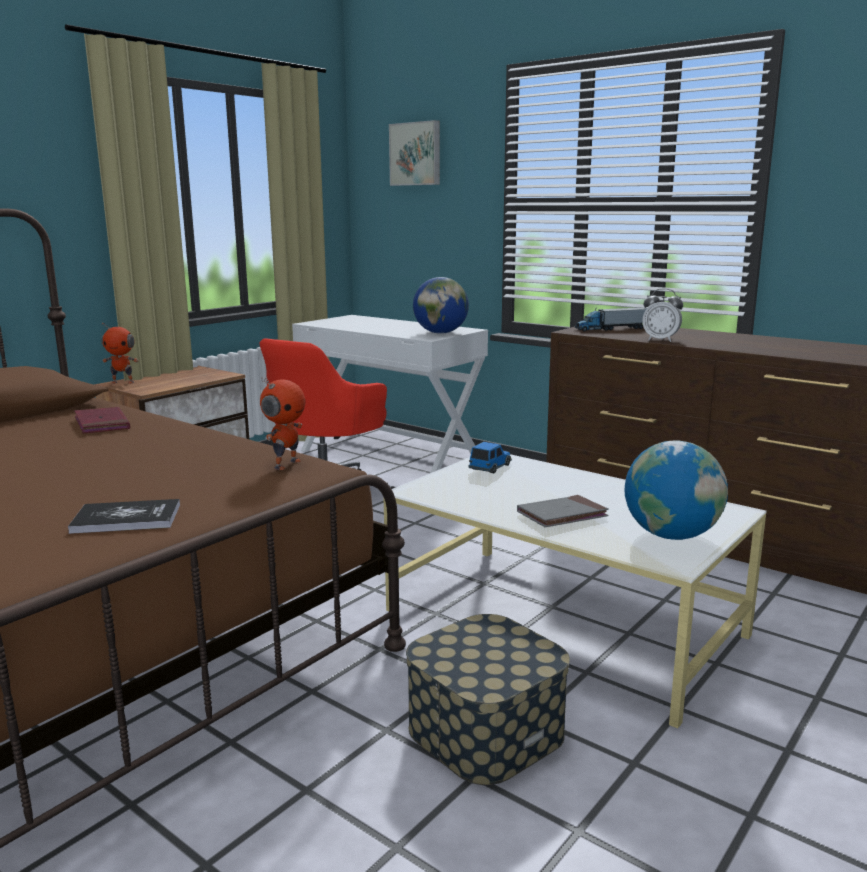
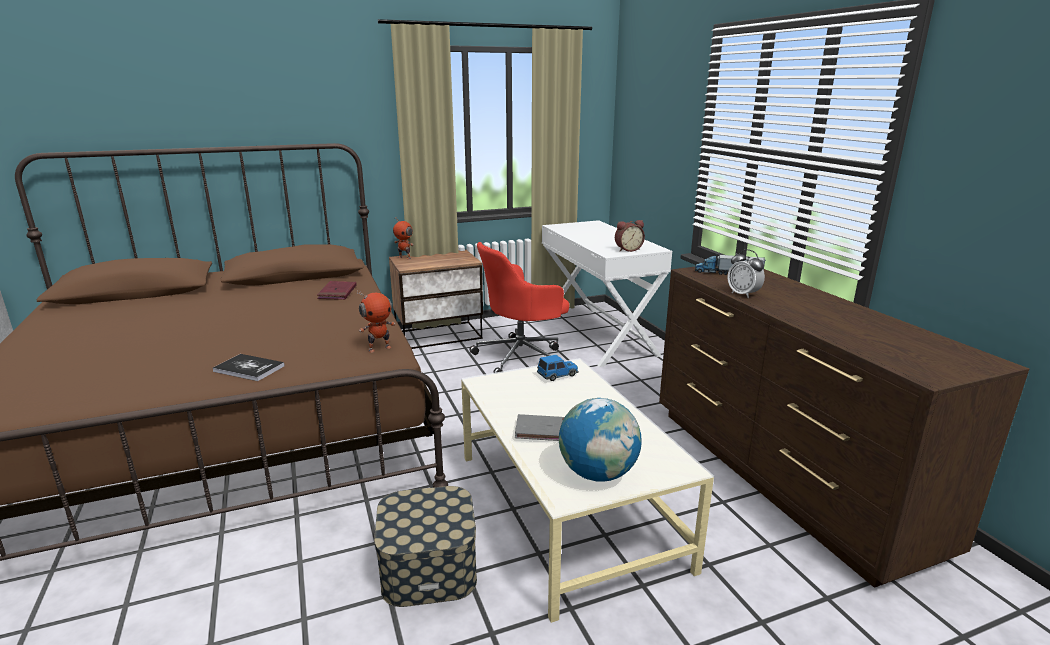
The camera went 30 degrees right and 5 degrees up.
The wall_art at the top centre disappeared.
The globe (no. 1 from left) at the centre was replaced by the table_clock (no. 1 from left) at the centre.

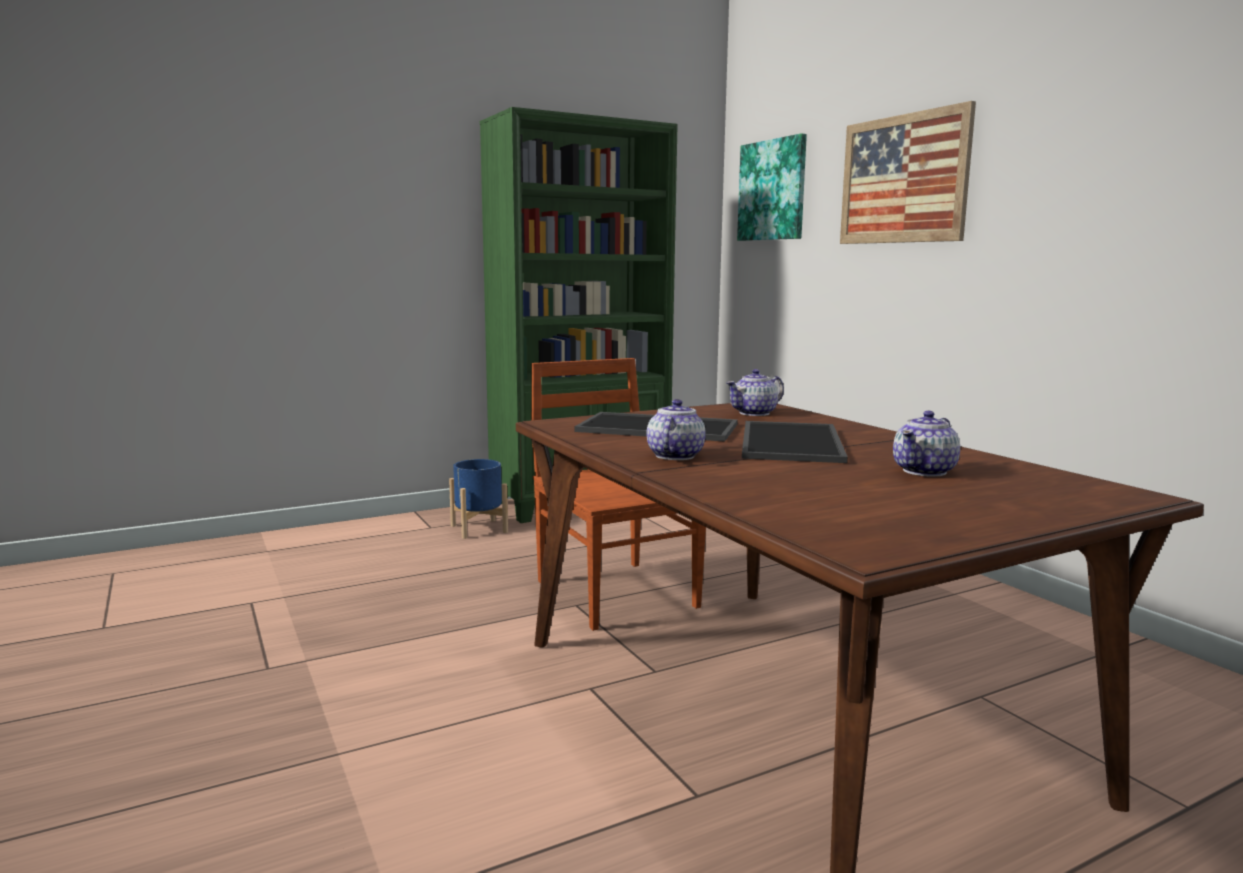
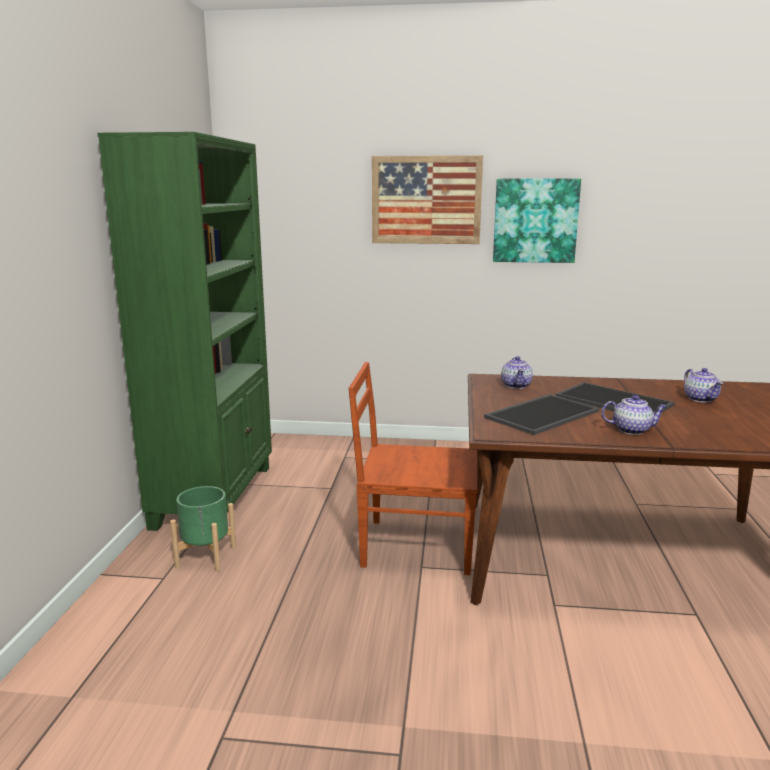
The camera went 55 degrees left and 5 degrees up.
The wall_art (no. 1 from left in the first image) moved from the top centre to the top right.
The pot_for_tea (no. 1 from left in the first image) at the centre turned 135 degrees clockwise.
The blue-coloured_flower_pot at the centre became the green_flower_pot at the bottom left.

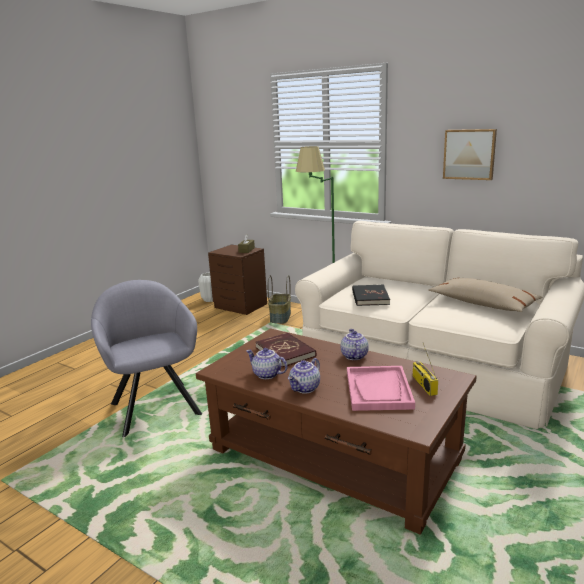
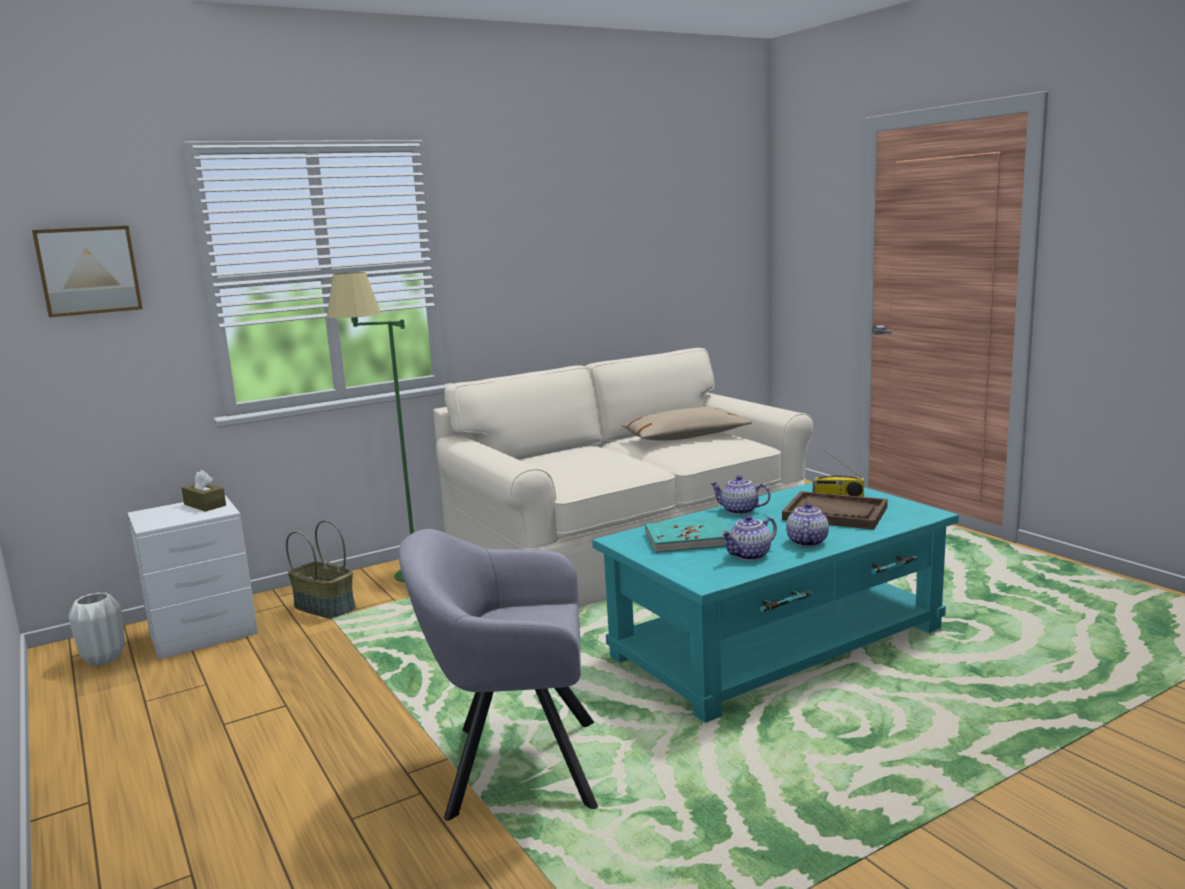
The camera went 65 degrees left and 5 degrees down.
The wall_art moved from the top right to the top left.
The brown-coloured_night_table at the centre became the whitish_night_table at the middle left.
The black-coloured_bound_book at the centre disappeared.
The brown-coloured_low_table at the bottom centre became the turquoise-coloured_low_table at the bottom centre.
The reddish_bound_book at the centre became the turquoise-coloured_bound_book at the centre.
The pot_for_tea (no. 2 from left in the first image) at the centre turned 135 degrees counterclockwise.
The pinkish_carrying_tray at the centre became the brown-coloured_carrying_tray at the middle right.

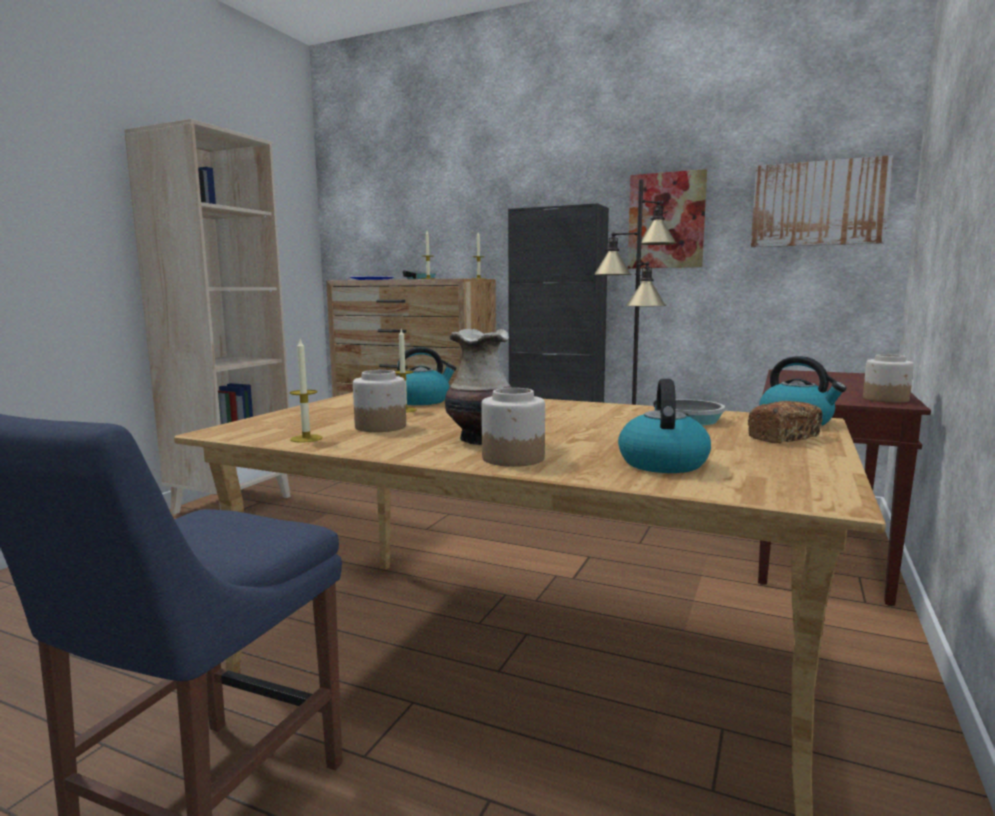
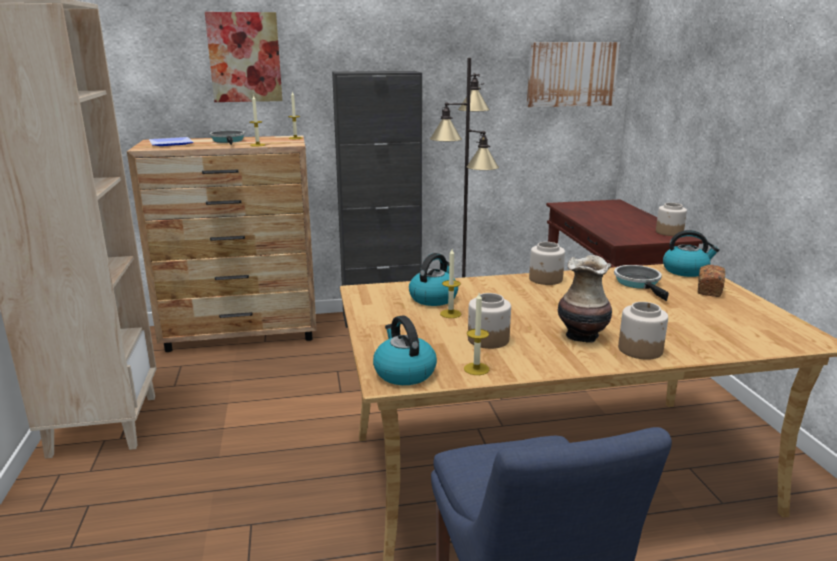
The camera went 35 degrees left and 10 degrees up.
The wall_art (no. 1 from left) moved from the top right to the top left.
The tea_kettle (no. 2 from left in the first image) moved from the middle right to the centre.
The storage_jar (no. 2 from left) at the centre appeared.

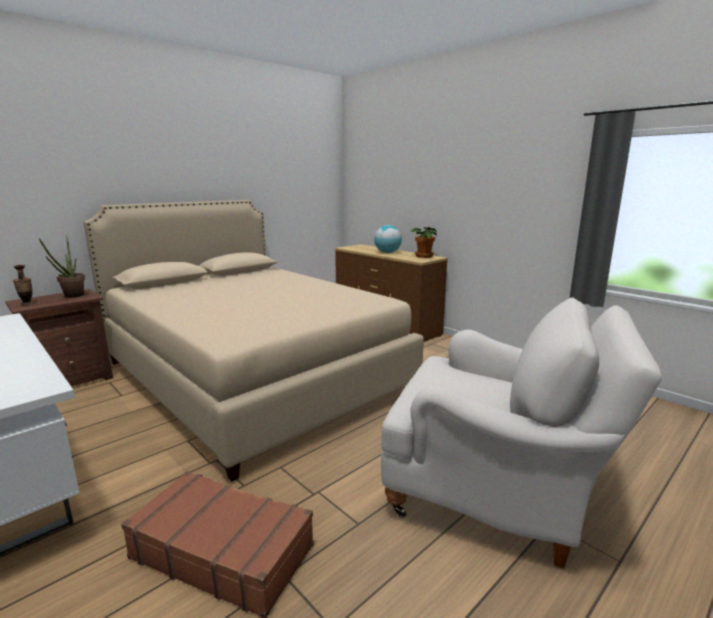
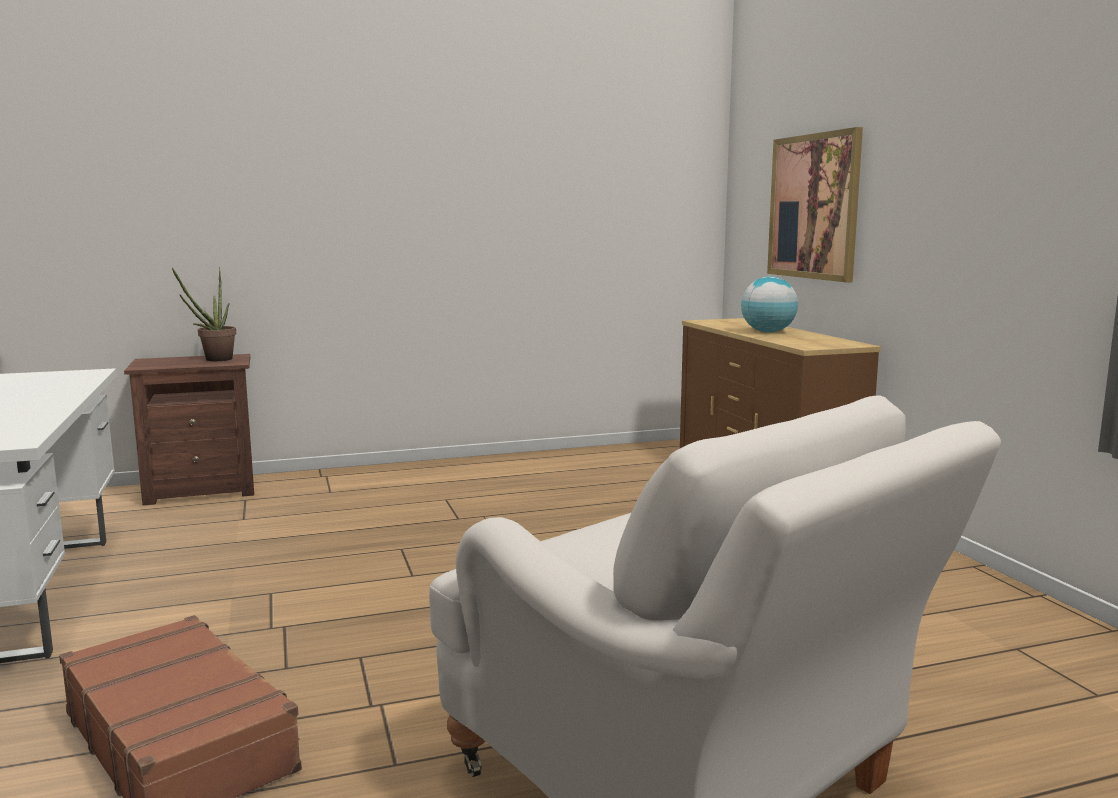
The camera went 25 degrees right and 5 degrees down.
The sand-coloured_bedroom_bed at the centre disappeared.
The potted_plant (no. 2 from left) at the centre disappeared.
The flower_vase at the middle left disappeared.
The wall_art at the top right appeared.

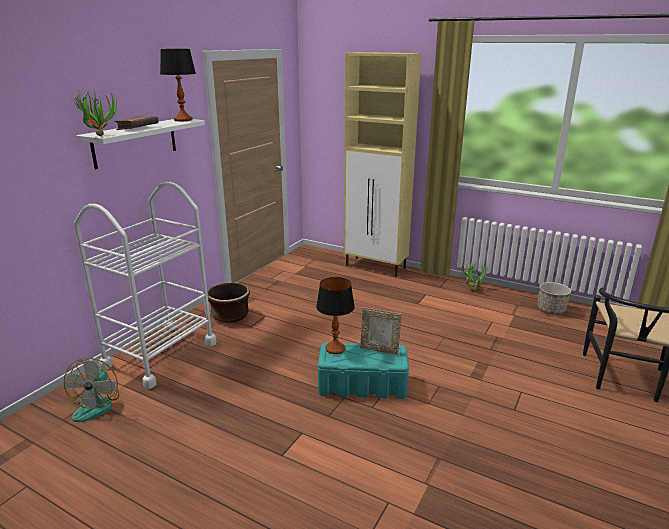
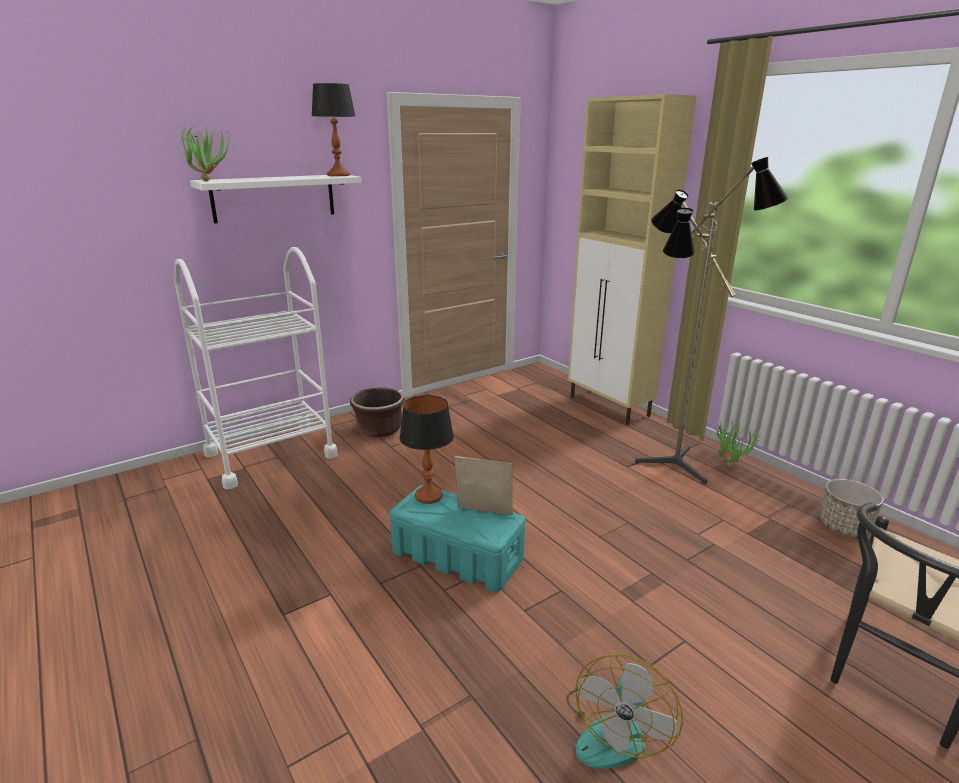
The camera went 25 degrees right and 0 degrees up.
The brown-coloured_bound_book at the top left disappeared.
The photo_frame at the centre turned 150 degrees clockwise.
The cooling_fan moved from the bottom left to the bottom centre.
The floor_lamp at the middle right appeared.

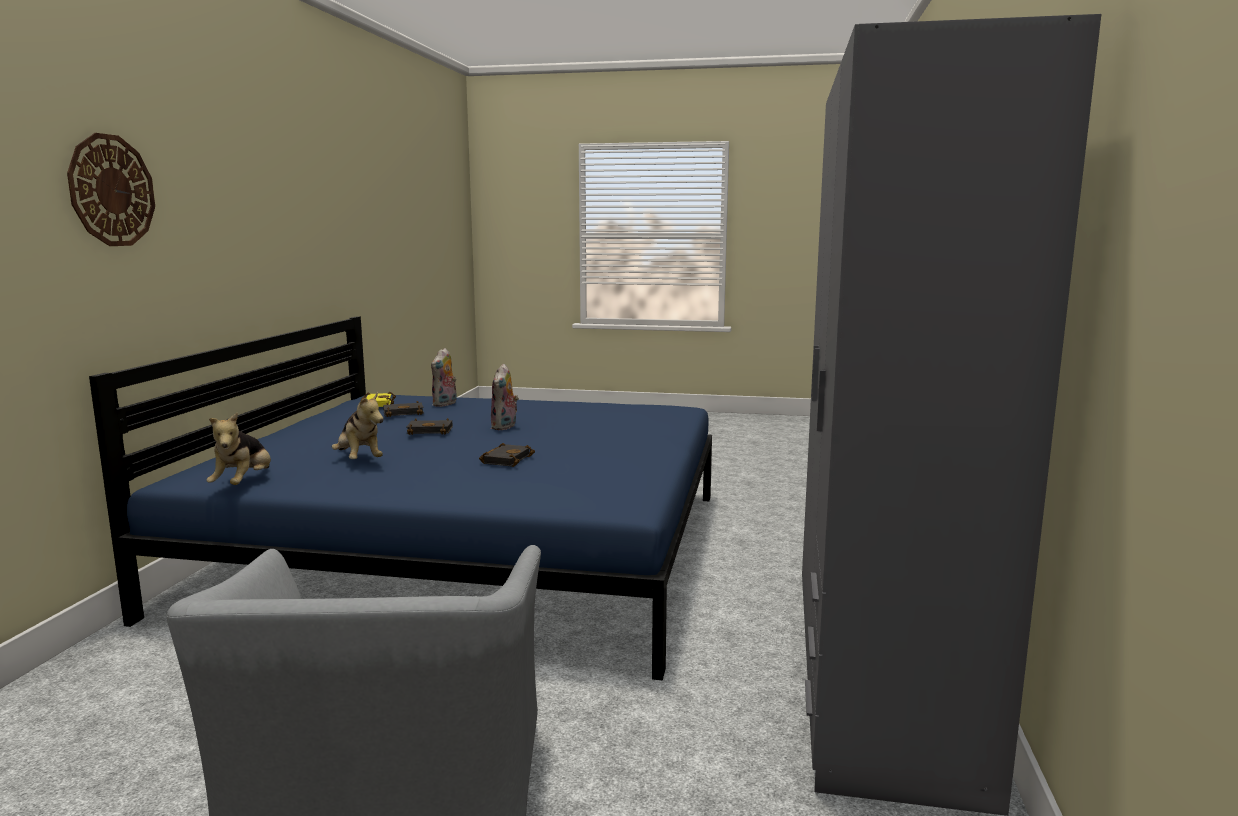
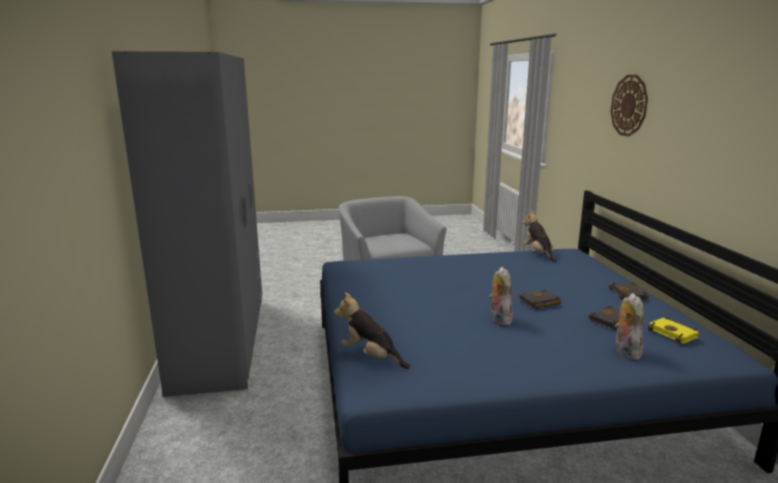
The camera went 160 degrees right and 5 degrees up.
The cuddly_toy (no. 2 from left in the first image) moved from the middle left to the bottom centre.
The black-coloured_bound_book (no. 3 from left) moved from the centre to the middle right.

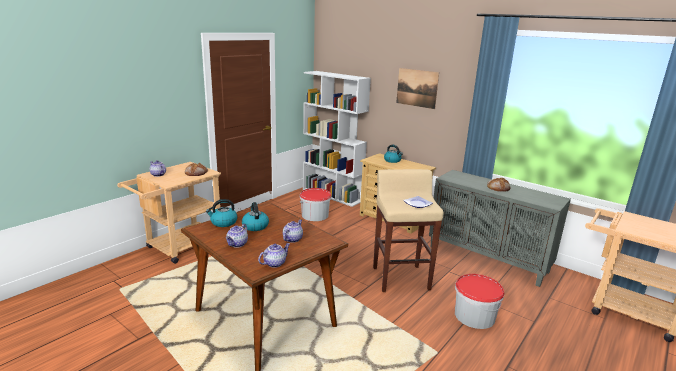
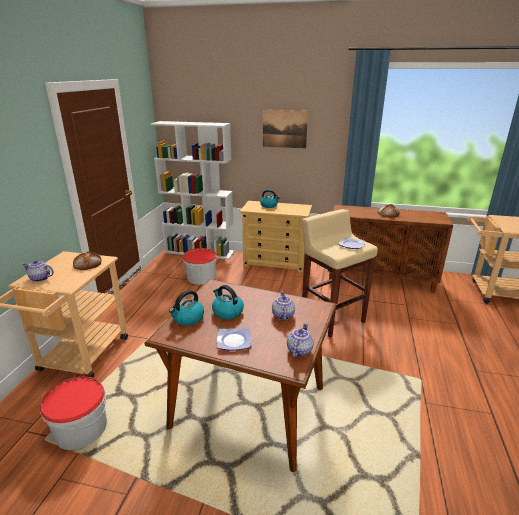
The camera went 25 degrees left and 5 degrees up.
The grey_cabinet at the middle right became the brown-coloured_cabinet at the middle right.
The pot_for_tea (no. 2 from left) at the centre was replaced by the plate (no. 1 from left) at the centre.
The water_bucket (no. 2 from left in the first image) moved from the bottom right to the bottom left.

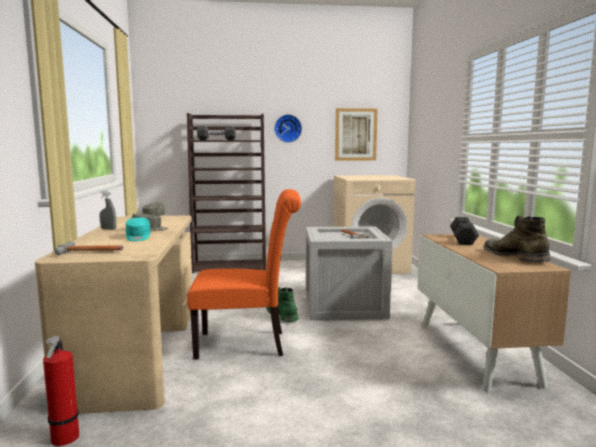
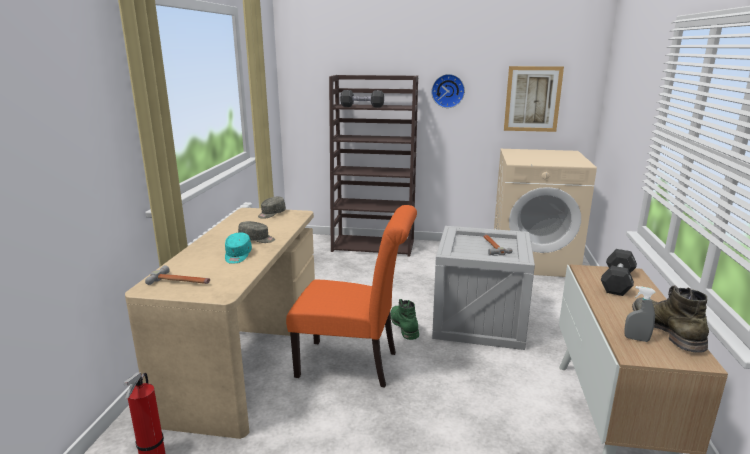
The camera went 15 degrees right and 10 degrees up.
The grey_hand_sprayer moved from the middle left to the bottom right.

